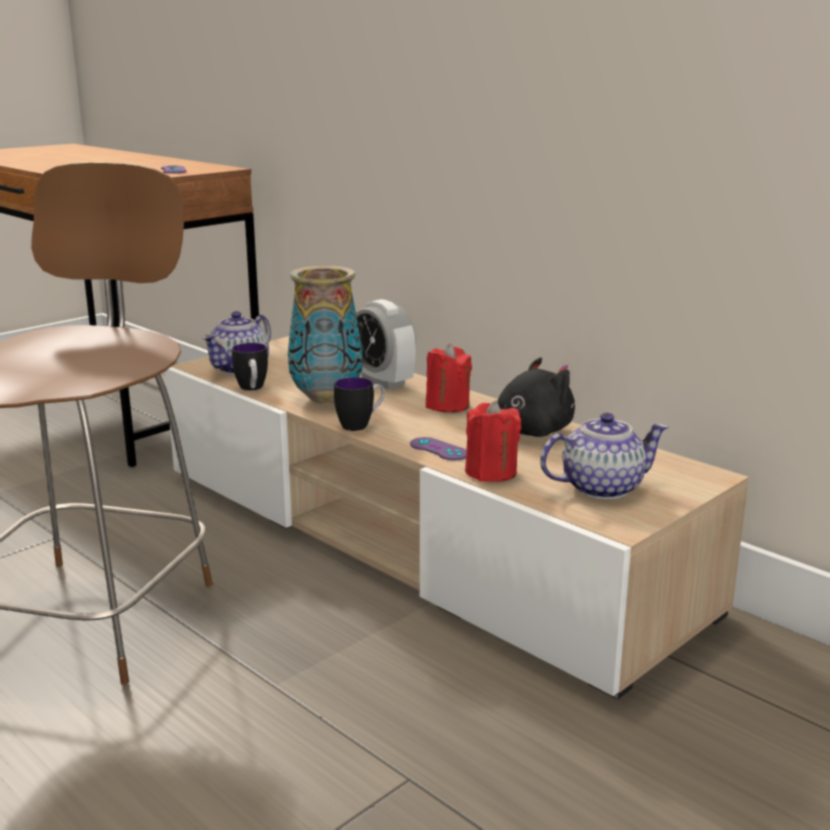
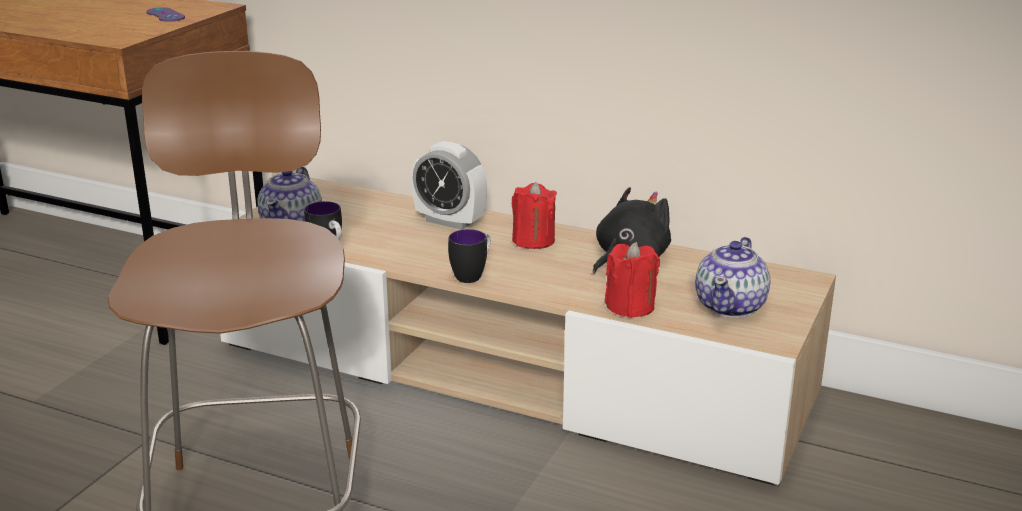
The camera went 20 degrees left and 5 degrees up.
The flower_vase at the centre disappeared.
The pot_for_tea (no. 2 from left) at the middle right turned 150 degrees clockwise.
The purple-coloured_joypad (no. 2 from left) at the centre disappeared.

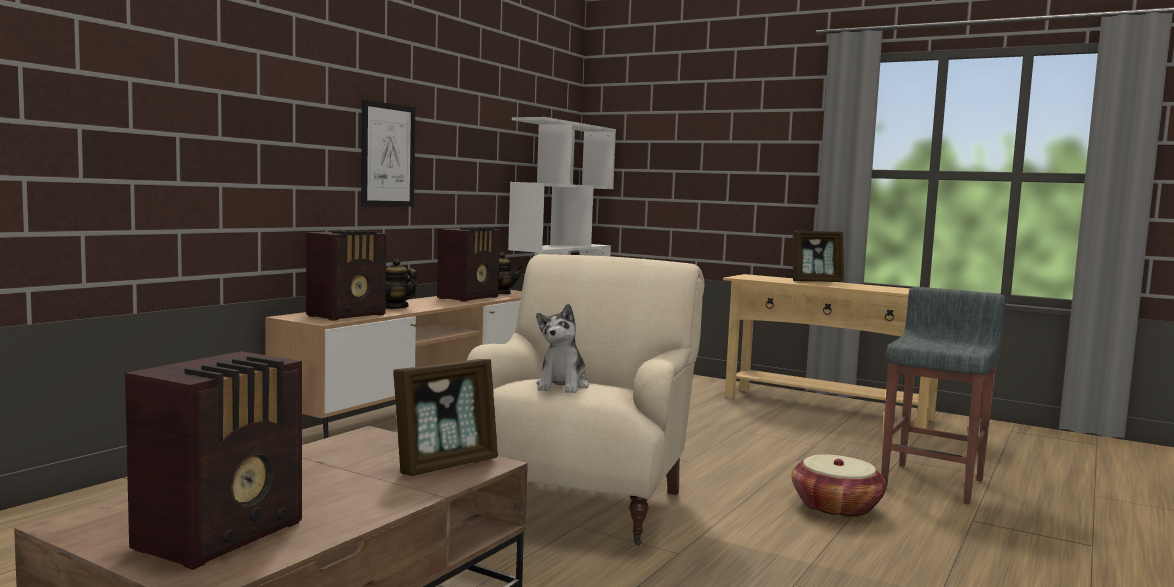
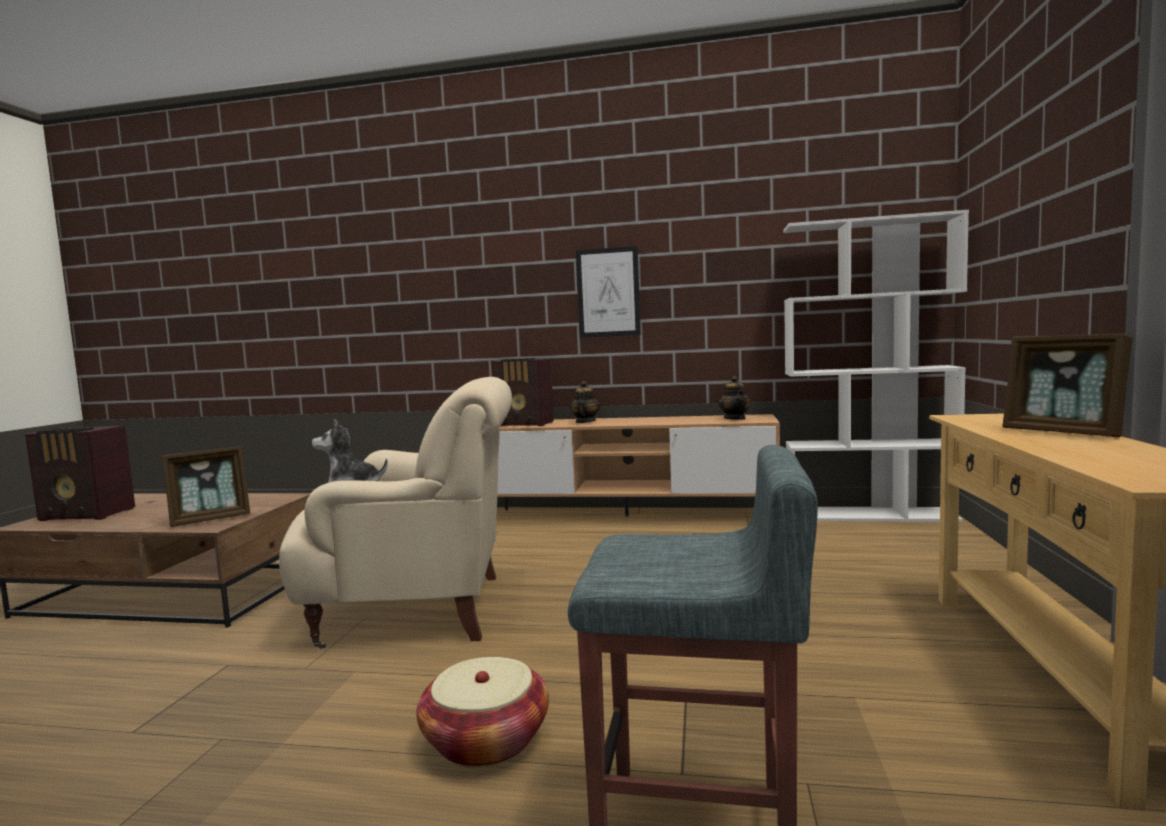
The camera went 70 degrees right and 0 degrees up.
The radio_set (no. 3 from left) at the centre disappeared.
The photo_frame (no. 1 from left) at the bottom centre turned 60 degrees counterclockwise.

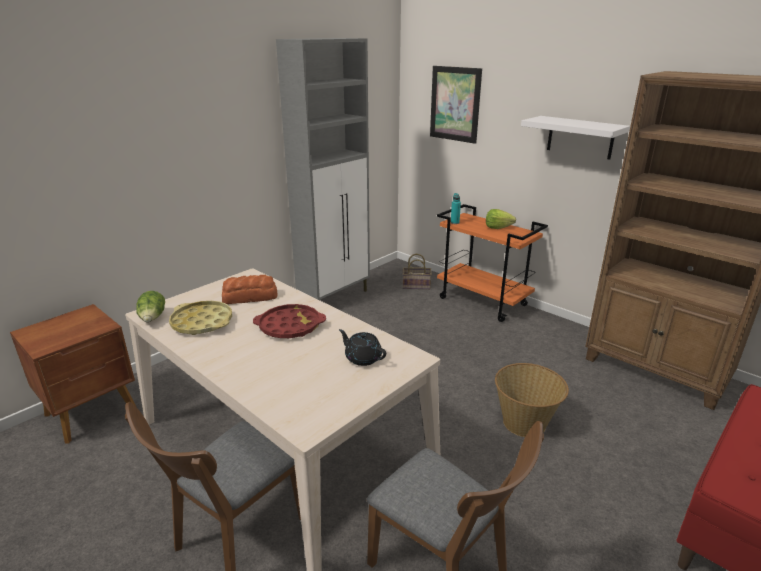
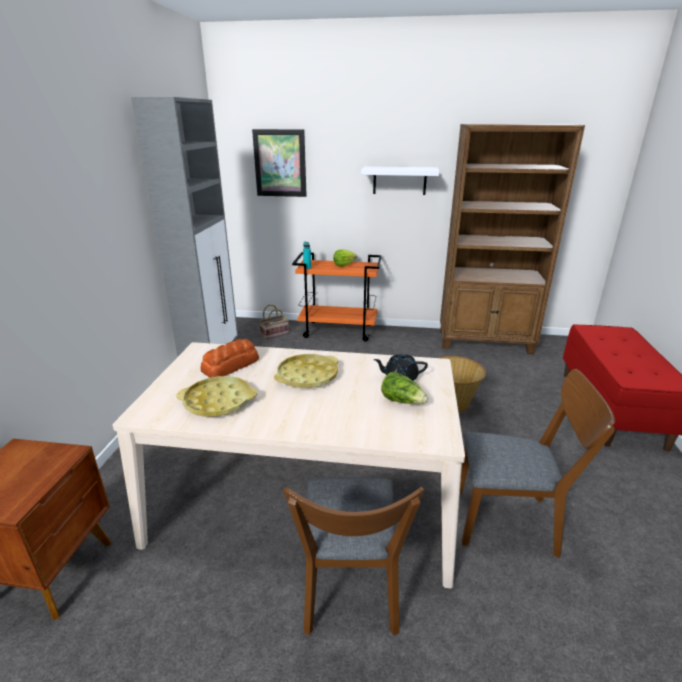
The camera went 35 degrees left and 0 degrees up.
The lettuce (no. 1 from left in the first image) moved from the middle left to the centre.
The reddish_carrying_tray at the centre became the yellowish_carrying_tray (no. 2 from left) at the centre.

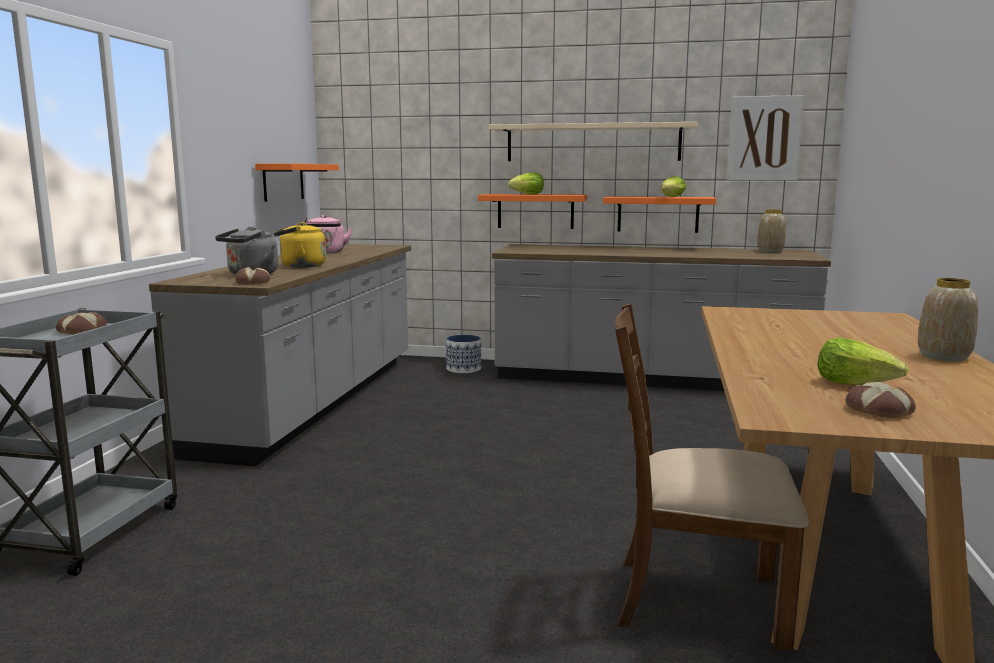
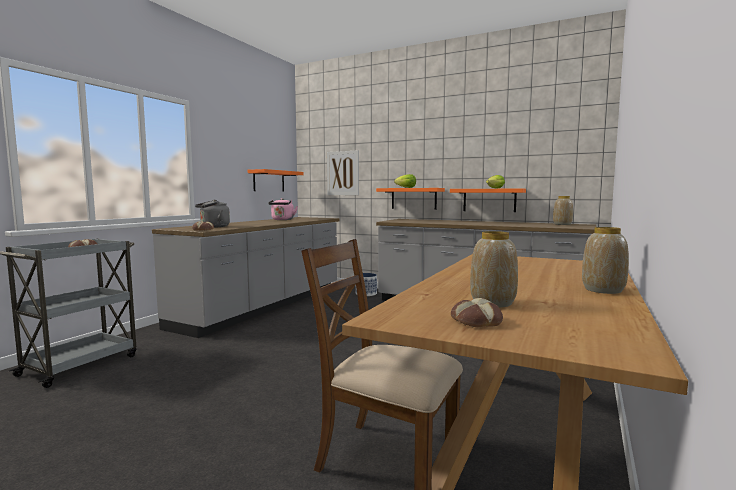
The camera went 15 degrees right and 5 degrees down.
The wall_art moved from the top right to the centre.
The sand-coloured_shelf at the top centre disappeared.
The yellowish_tea_kettle at the middle left disappeared.
The lettuce (no. 3 from left) at the middle right was replaced by the flower_vase (no. 1 from left) at the middle right.

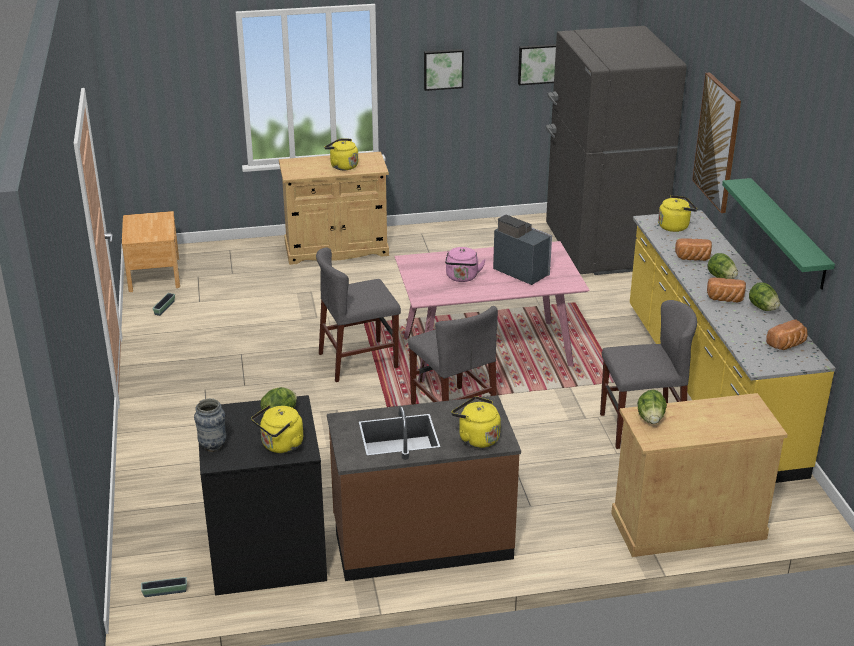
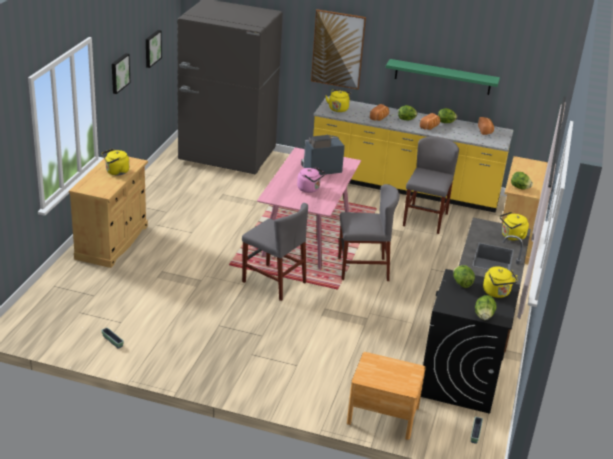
The camera went 65 degrees left and 0 degrees up.
The brown-coloured_night_table moved from the middle left to the bottom centre.
The grey_chair (no. 1 from left) at the centre turned 60 degrees counterclockwise.
The flower_vase at the middle left was replaced by the lettuce (no. 4 from left) at the bottom right.

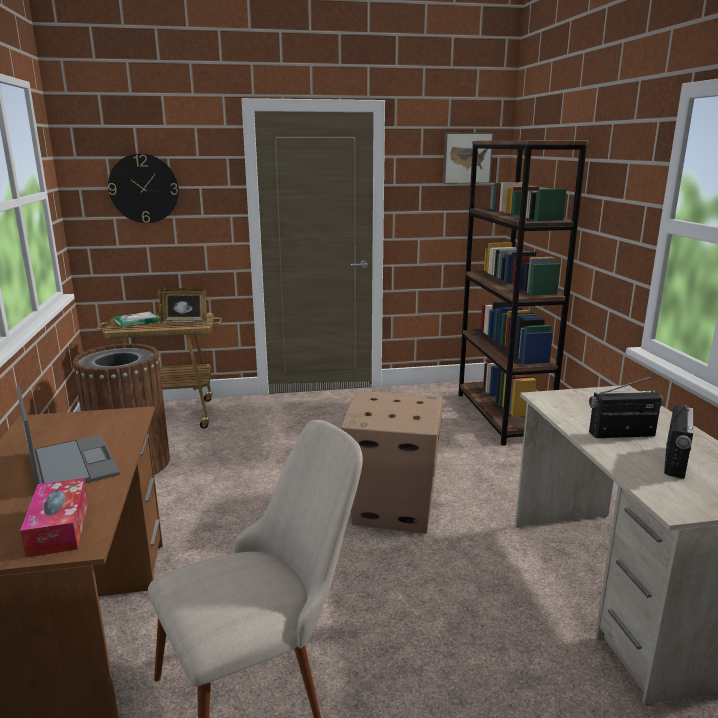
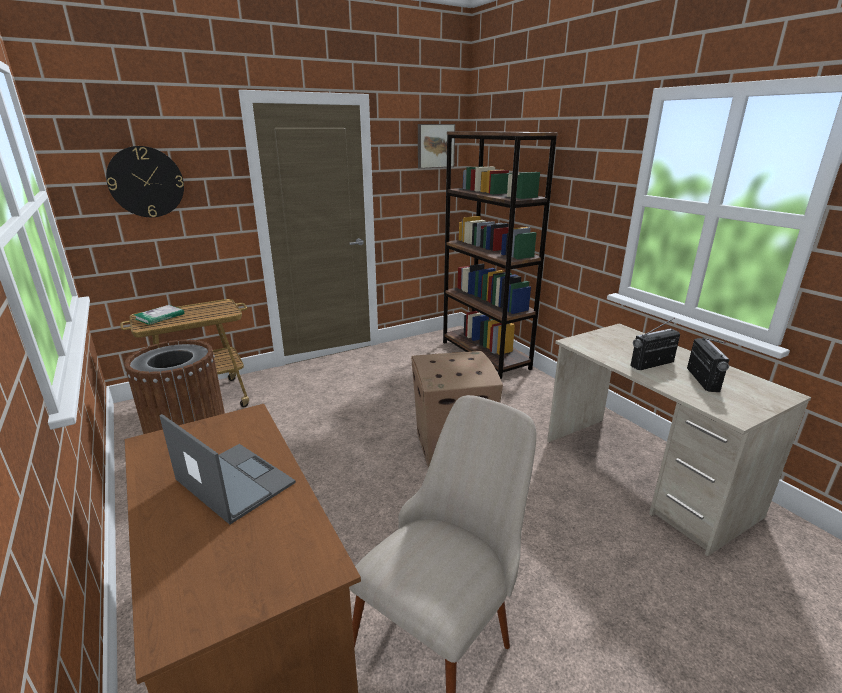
The camera went 20 degrees left and 5 degrees up.
The photo_frame at the middle left disappeared.
The tissue_holder at the bottom left disappeared.

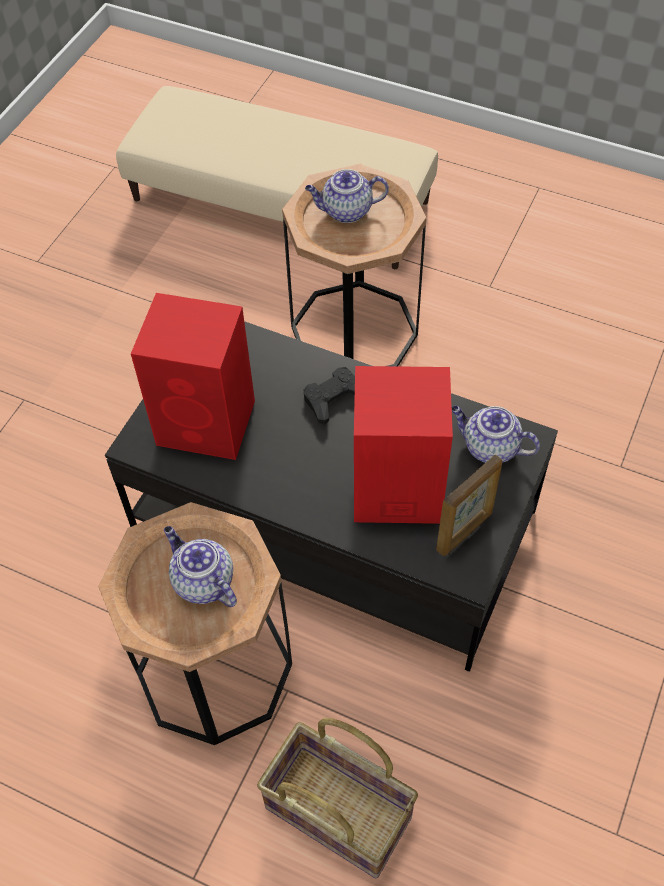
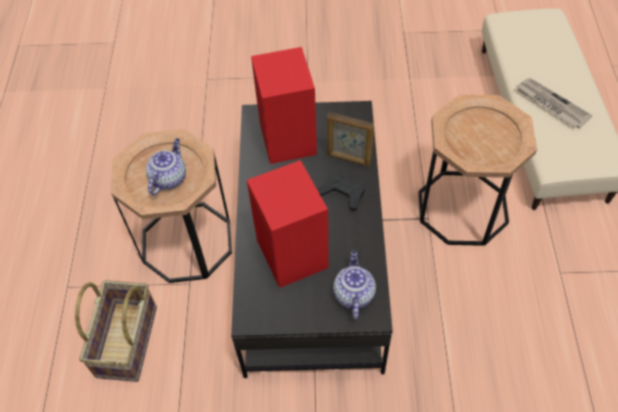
The camera went 65 degrees right and 0 degrees up.
The pot_for_tea (no. 2 from left) at the top centre disappeared.
The photo_frame moved from the middle right to the centre.
The printed_paper at the top right appeared.

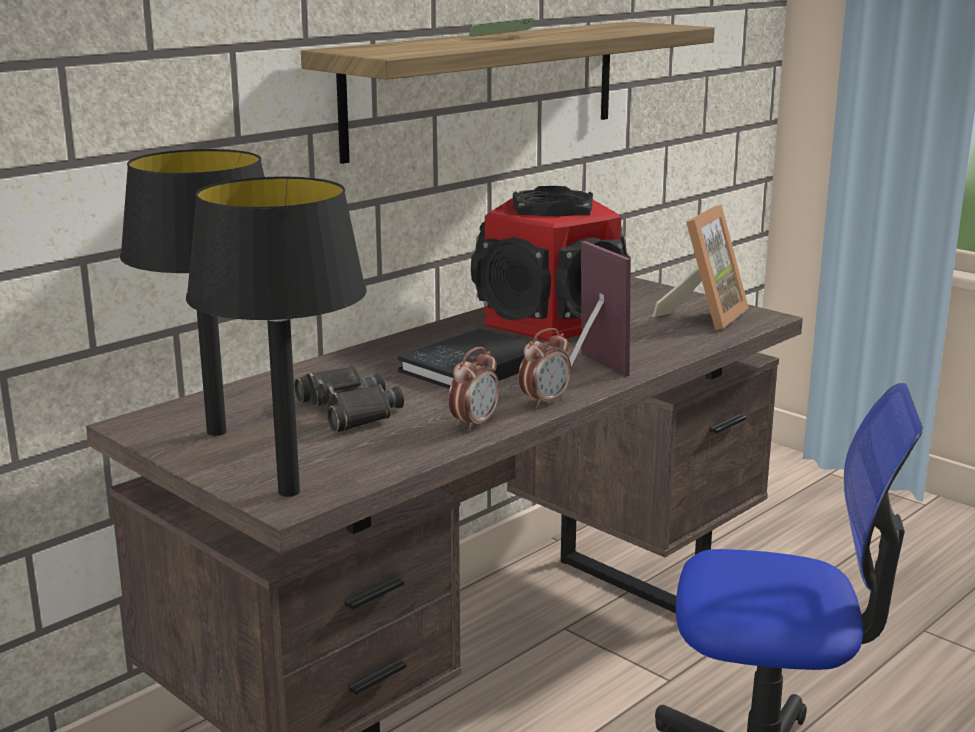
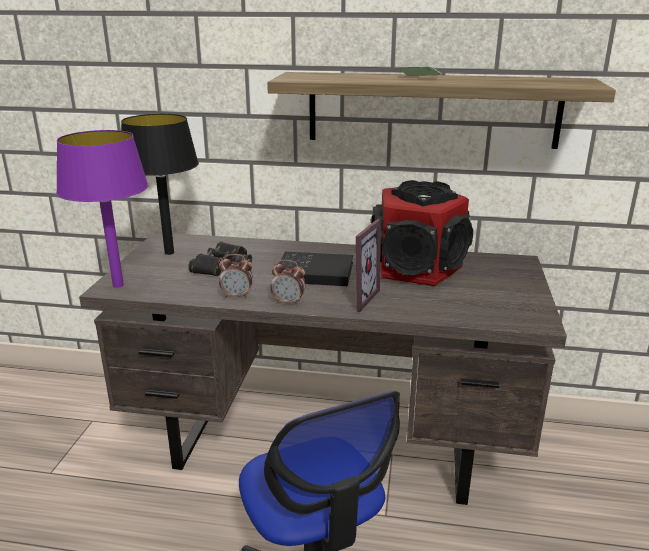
The camera went 55 degrees right and 5 degrees up.
The black-coloured_table_lamp (no. 2 from left) at the middle left became the purple-coloured_table_lamp at the middle left.
The photo_frame (no. 2 from left) at the middle right disappeared.

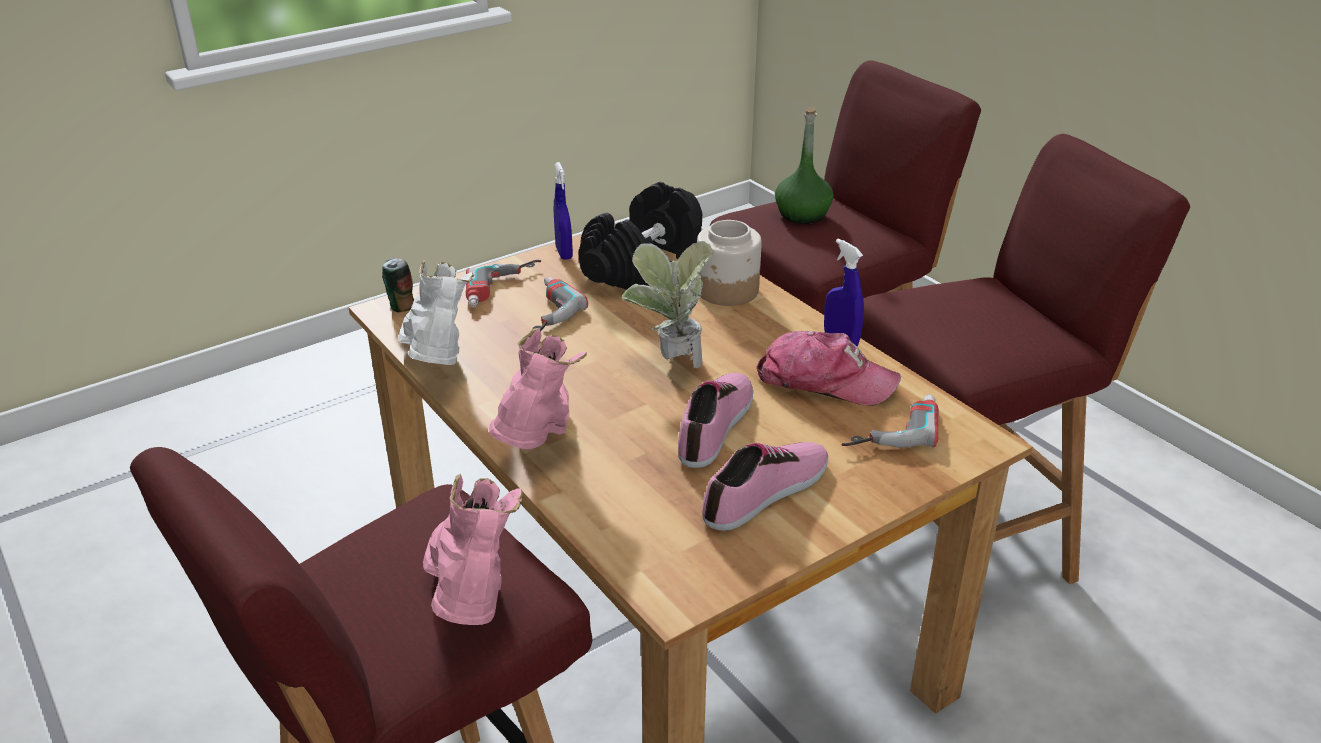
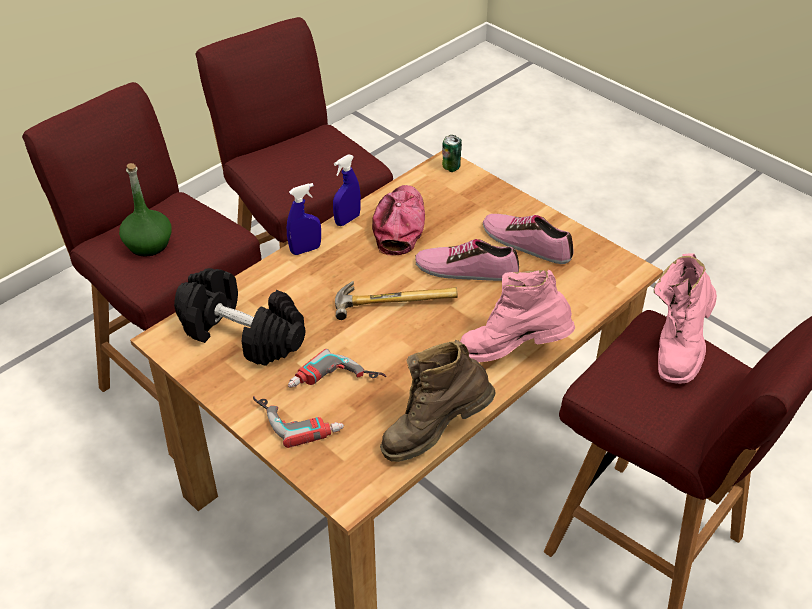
The camera went 100 degrees left and 10 degrees up.
The blue-coloured_hand_sprayer (no. 1 from left) moved from the top centre to the centre.
The storage_jar at the centre disappeared.
The potted_plant at the centre was replaced by the hammer at the centre.
The metal_can moved from the middle left to the top centre.
The whitish_tall_boot at the middle left became the brown-coloured_tall_boot at the centre.
The drill (no. 3 from left) at the middle right disappeared.
The pinkish_tall_boot (no. 1 from left in the first image) at the bottom centre turned 45 degrees counterclockwise.

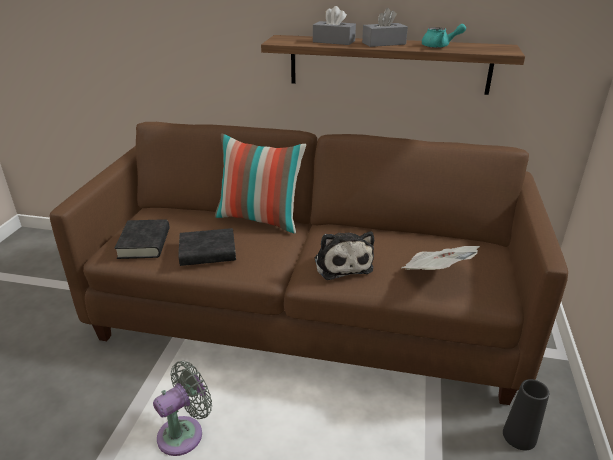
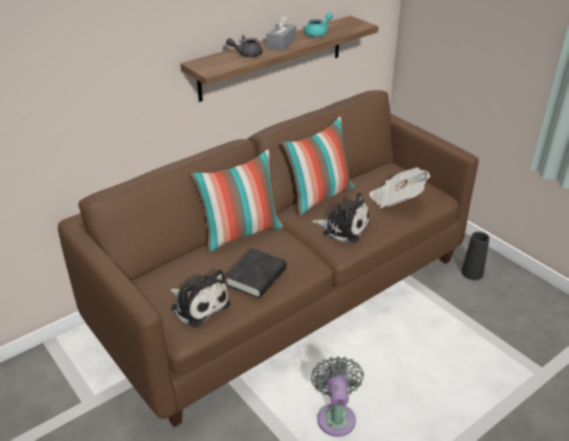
The camera went 50 degrees left and 5 degrees up.
The grey_tissue_holder (no. 1 from left) at the top centre was replaced by the grey_pot_for_tea at the top centre.
The black-coloured_bound_book (no. 1 from left) at the middle left was replaced by the cuddly_toy (no. 1 from left) at the bottom centre.
The pillow (no. 2 from left) at the centre appeared.

